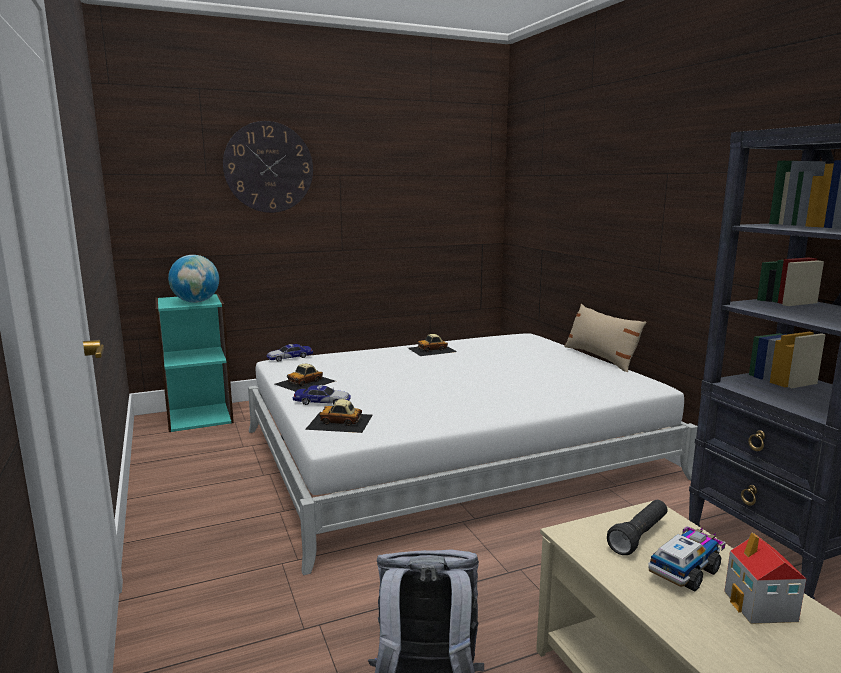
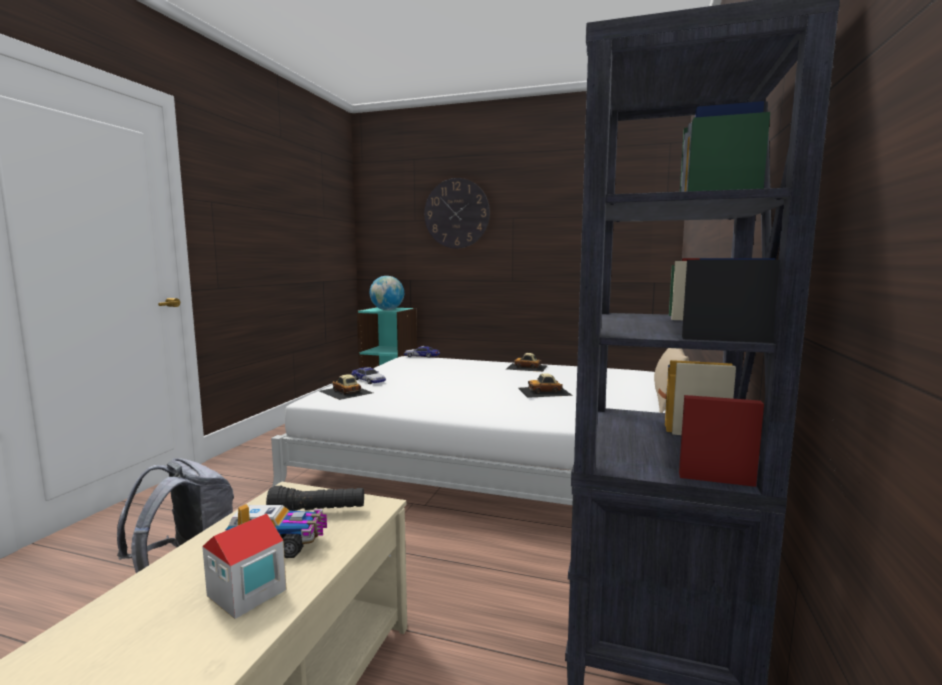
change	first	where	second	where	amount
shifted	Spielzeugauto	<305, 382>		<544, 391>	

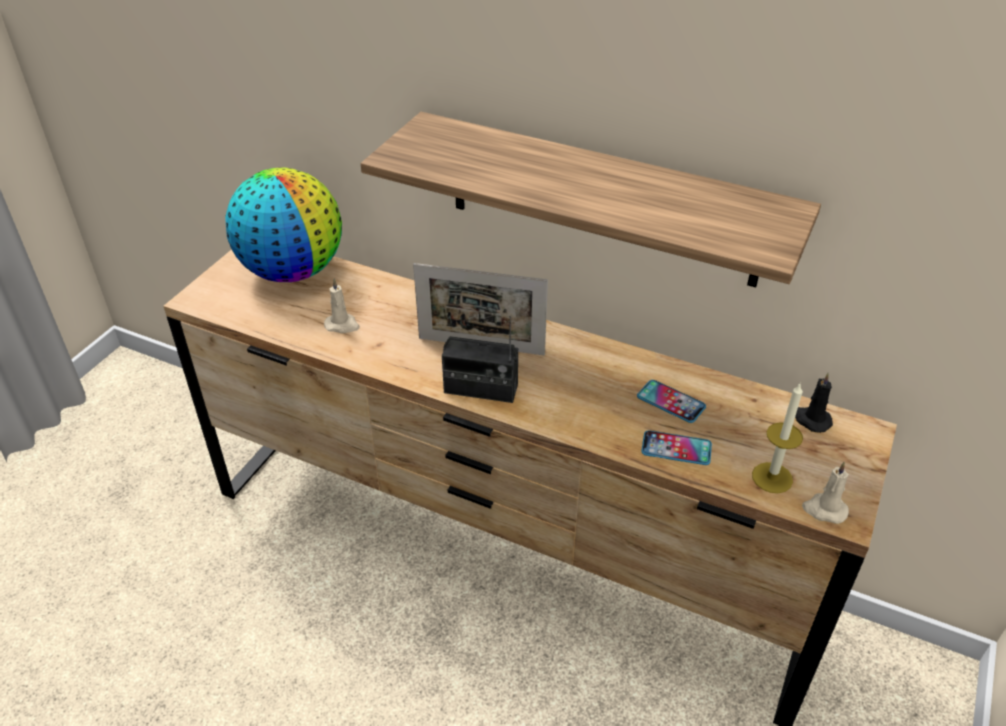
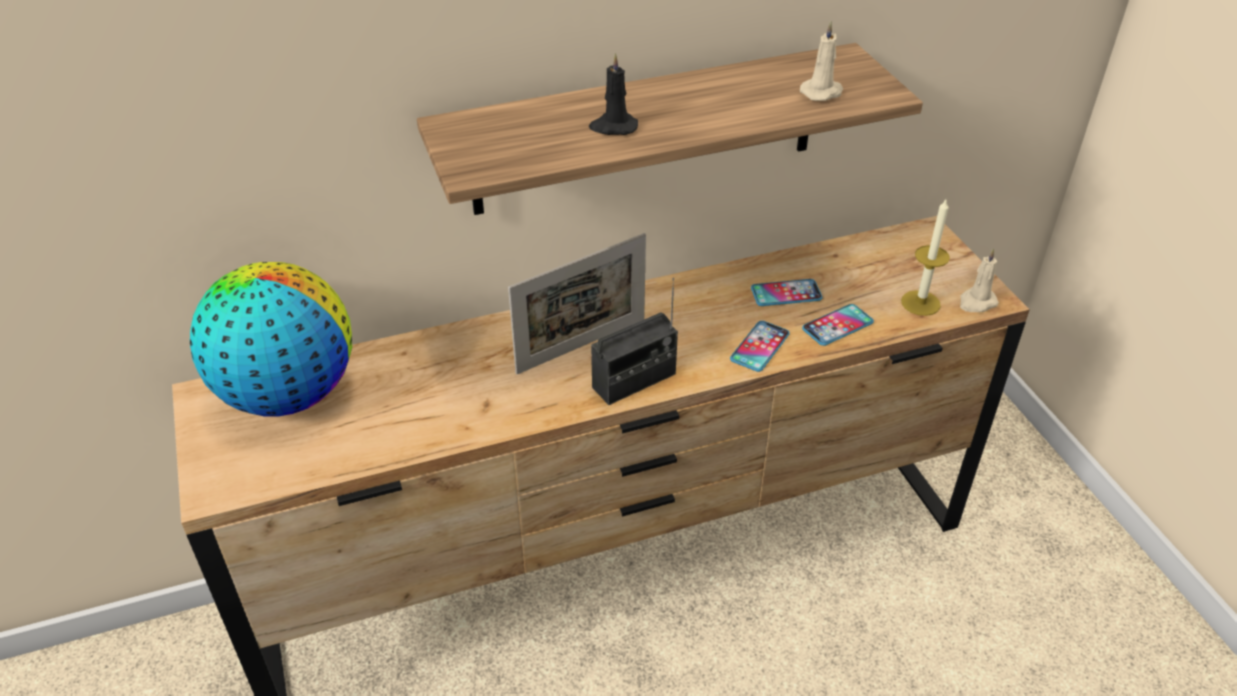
change	first	where	second	where	amount
shifted	Kerze [beige]	<342, 325>		<822, 92>	
shifted	Kerze [schwarz]	<811, 419>		<613, 127>	
new			Handy	<759, 347>	

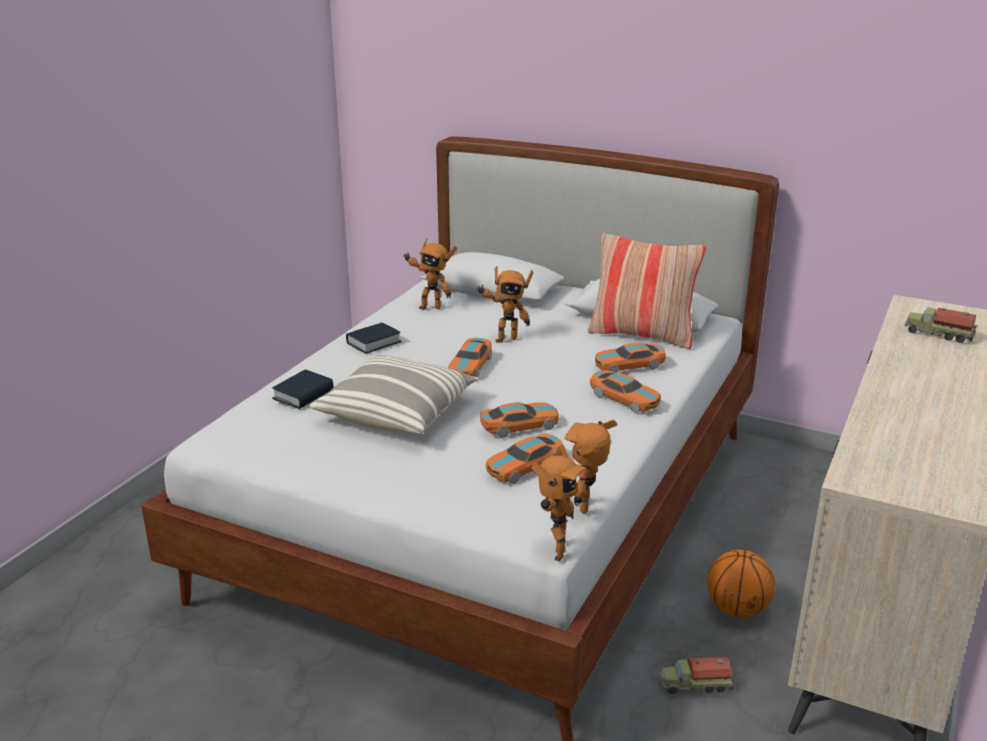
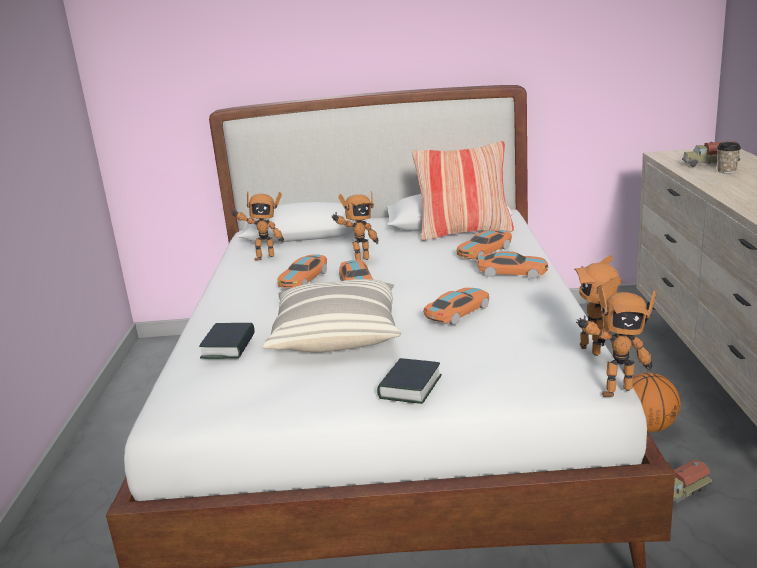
change	first	where	second	where	amount
shifted	Buch	<373, 343>		<410, 387>	
shifted	Spielzeugauto	<524, 466>		<303, 279>	
rotated	Spielzeugroboter	<554, 550>		<614, 390>	90 degrees clockwise
new			Tasse	<726, 171>	

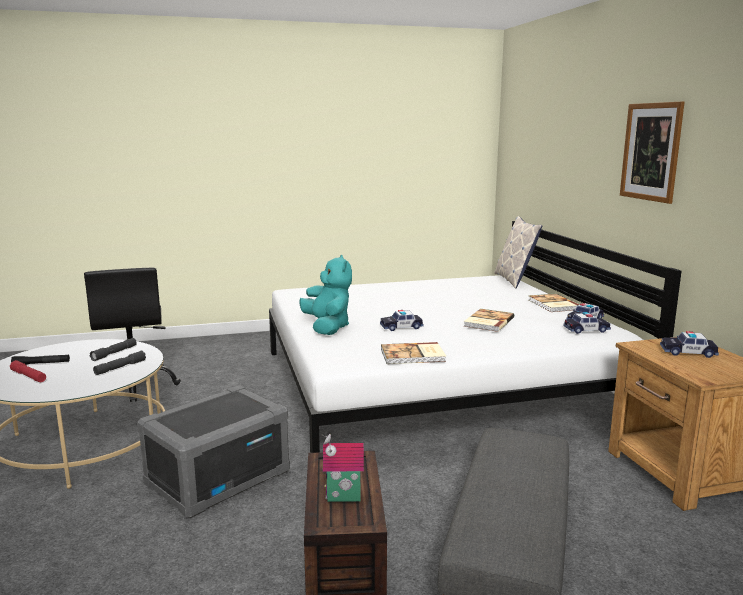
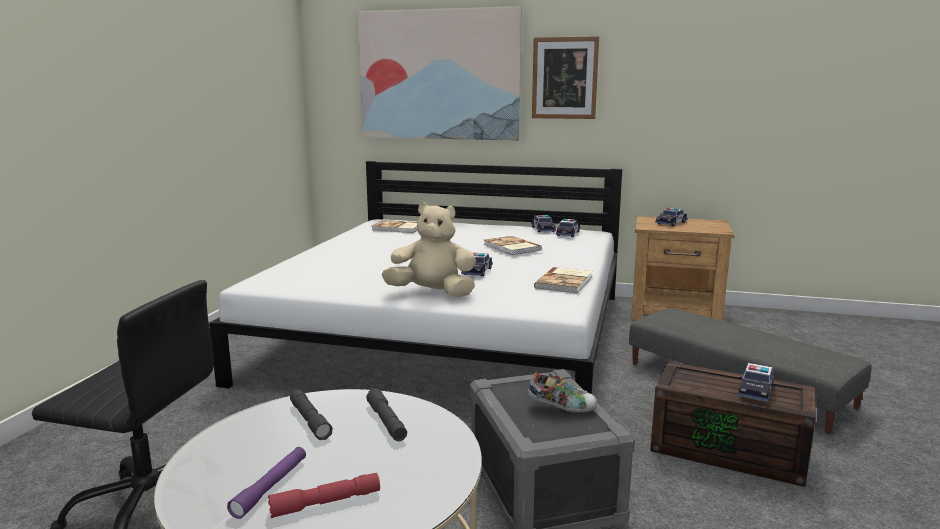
change	first	where	second	where	amount
gone	Kissen	<514, 280>			
repainted	Plüschtier [türkis]	<327, 327>	Plüschtier [beige]	<432, 293>	
shifted	Buch	<553, 305>		<397, 228>	
repainted	Taschenlampe [schwarz]	<41, 364>	Taschenlampe [lila]	<271, 487>	
swapped	Spielzeughaus	<343, 499>	Spielzeugauto	<755, 390>	
new			Bild	<439, 75>	
new			Schuh	<561, 407>	

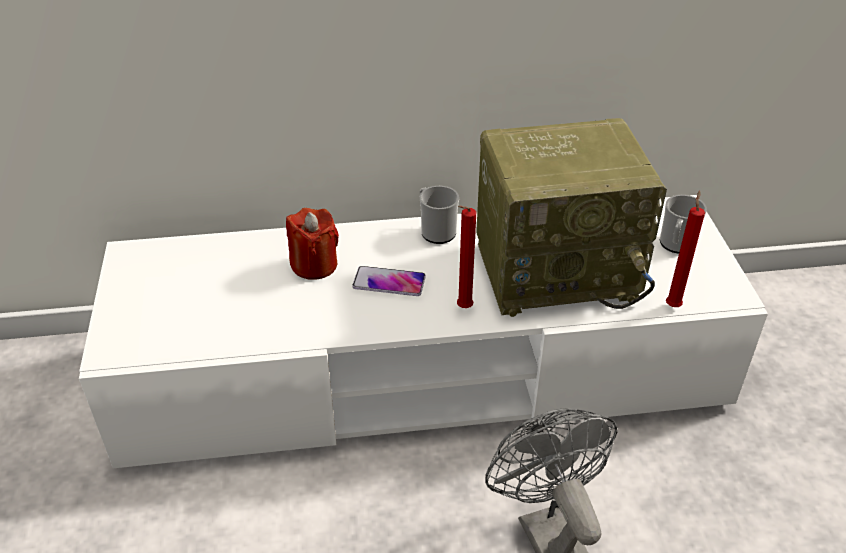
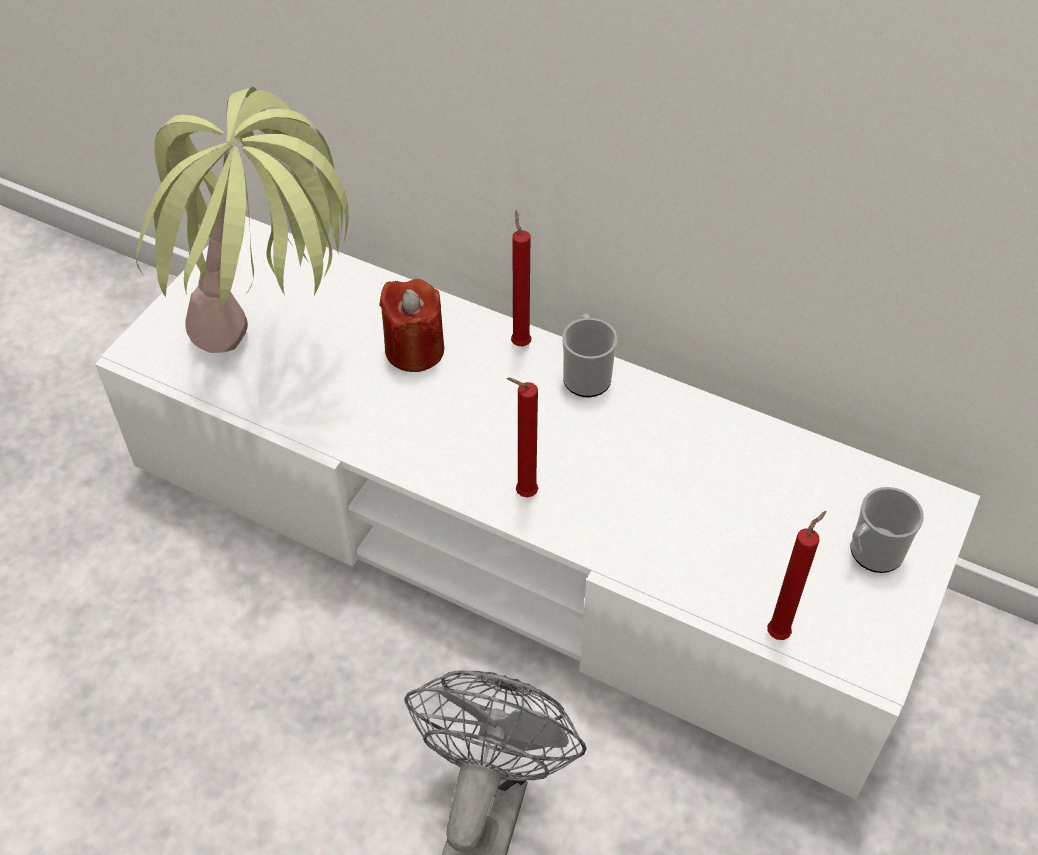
change	first	where	second	where	amount
gone	Radio	<558, 268>			
gone	Handy	<389, 282>			
new			Topfpflanze	<279, 363>	
new			Kerze [rot]	<520, 342>	

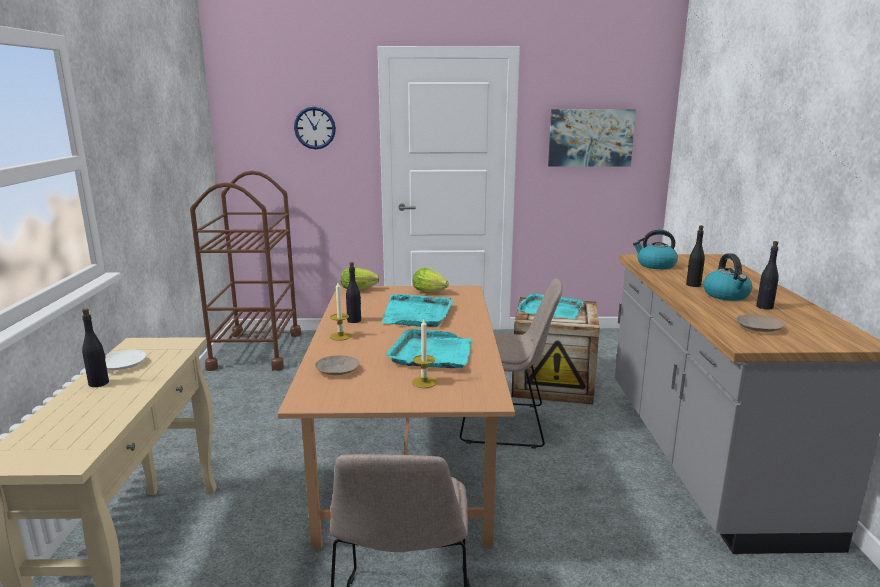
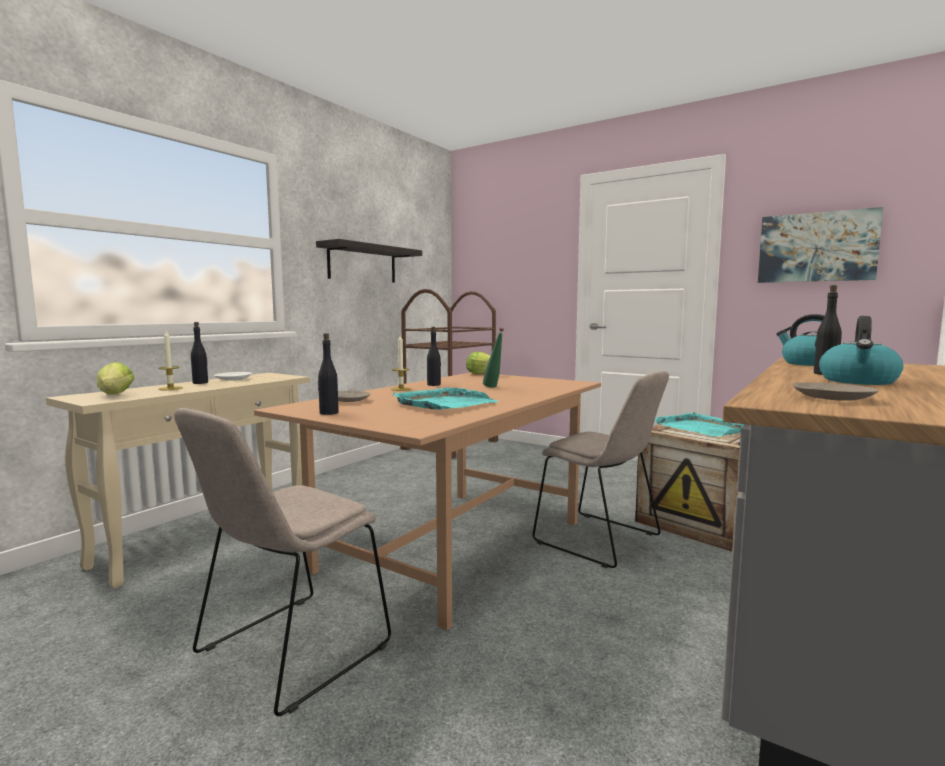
change	first	where	second	where	amount
gone	Wanduhr	<315, 128>			
shifted	Flasche [schwarz]	<764, 307>		<328, 413>	
shifted	Salatkopf	<431, 292>		<115, 395>	
swapped	Tablett [türkis]	<417, 314>	Flasche [grün]	<494, 387>	
shifted	Kerze	<424, 382>		<170, 388>	
new			Wandregal	<362, 263>	

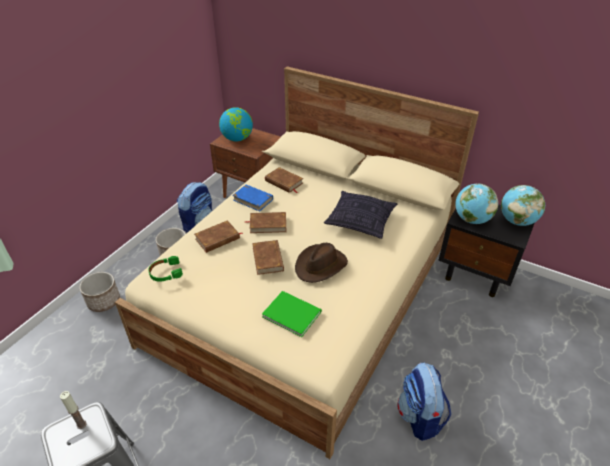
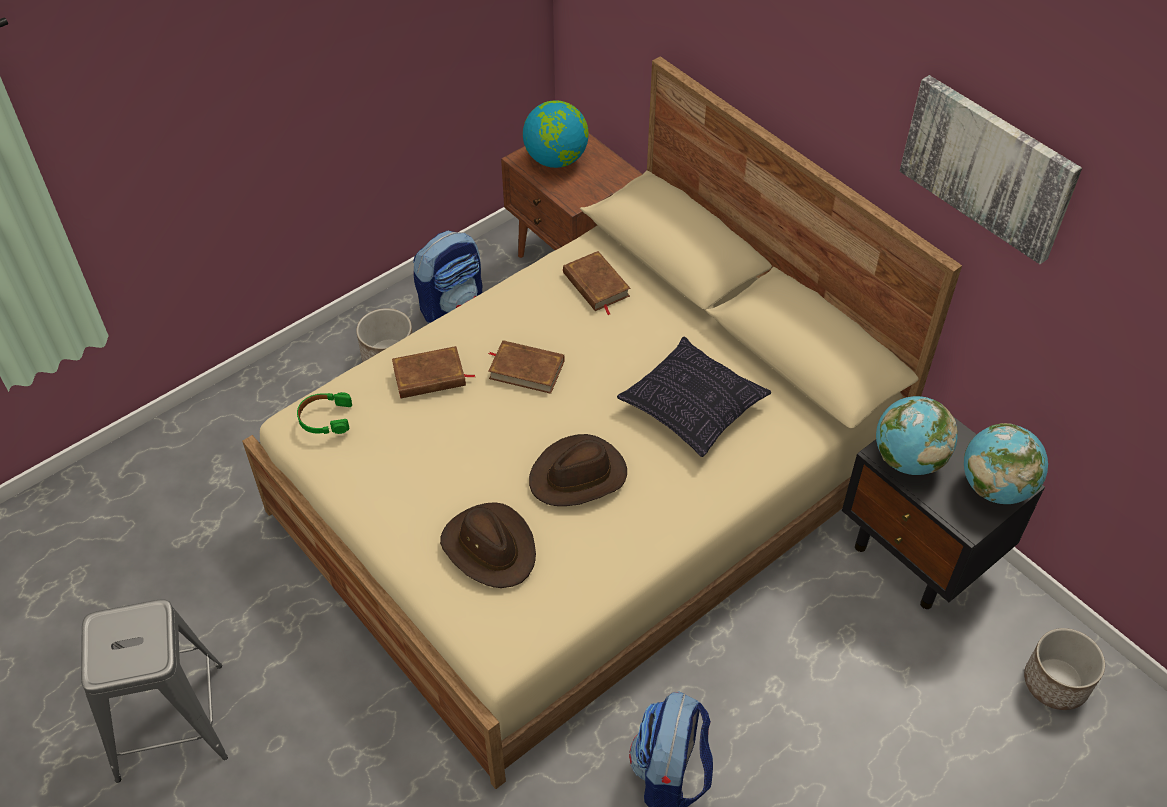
change	first	where	second	where	amount
gone	Buch [blau]	<253, 199>			
gone	Buch [braun]	<268, 259>			
shifted	Pflanzkübel	<103, 301>		<1055, 682>	
swapped	Buch [grün]	<291, 313>	Hut [braun]	<490, 547>	
gone	Kerze	<81, 424>			
new			Bild	<988, 167>	

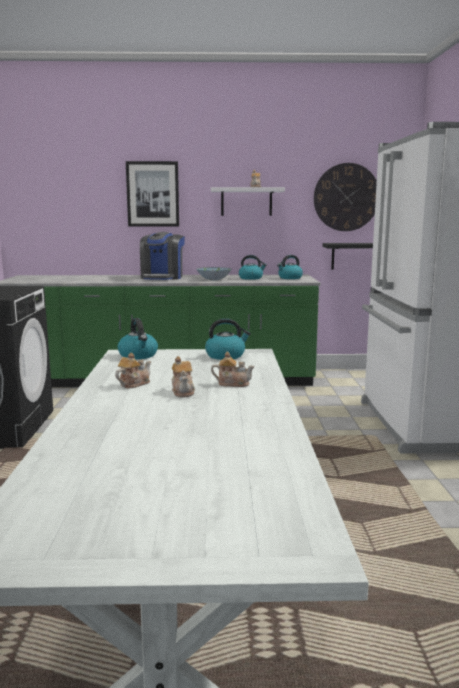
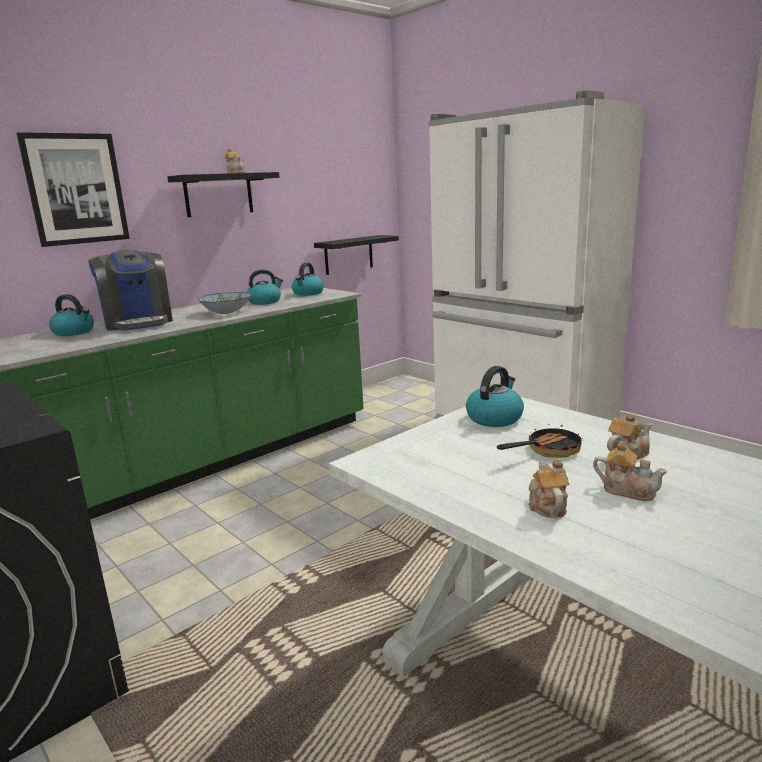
change	first	where	second	where	amount
gone	Wanduhr	<346, 197>			
repainted	Wandregal [weiß]	<246, 202>	Wandregal [schwarz]	<218, 194>	
shifted	Wasserkessel	<138, 355>		<74, 332>	
new			Pfanne	<547, 451>	

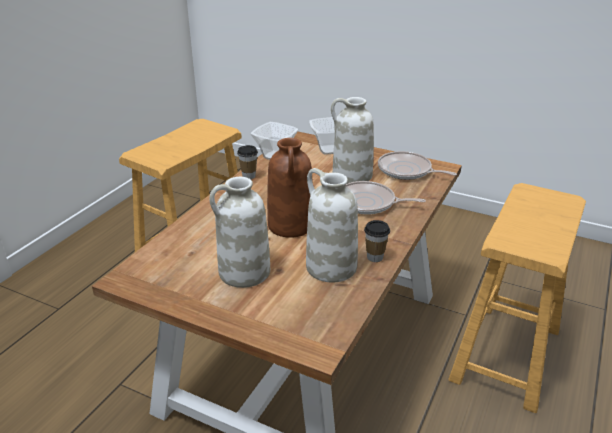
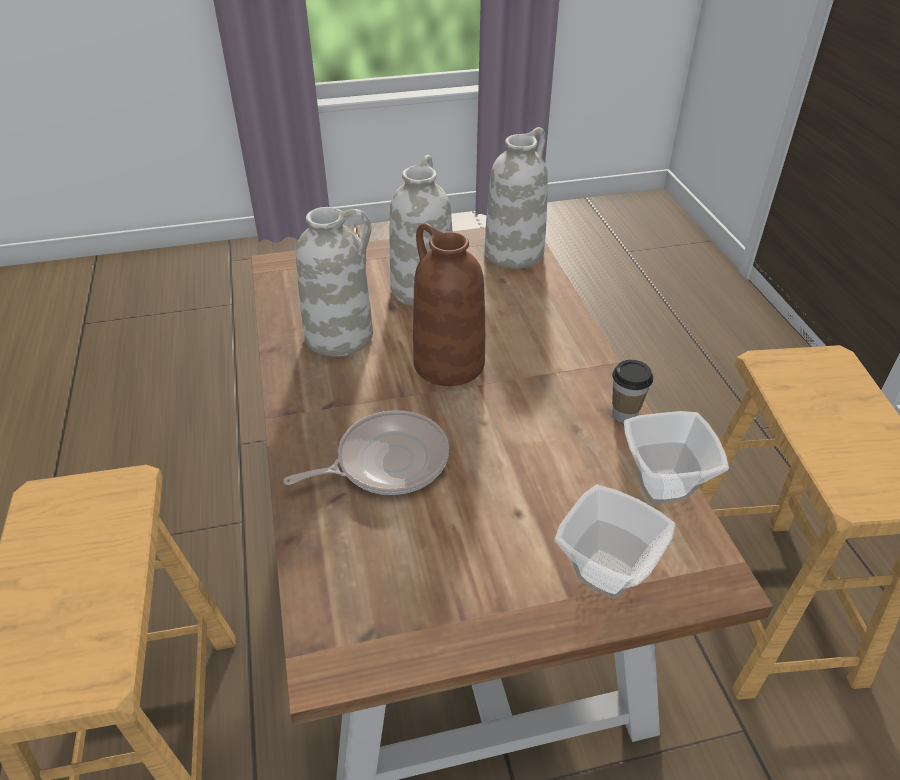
change	first	where	second	where	amount
shifted	Vase [weiß]	<351, 175>		<514, 252>	
gone	Pfanne	<407, 171>			
gone	Tasse	<375, 257>			

